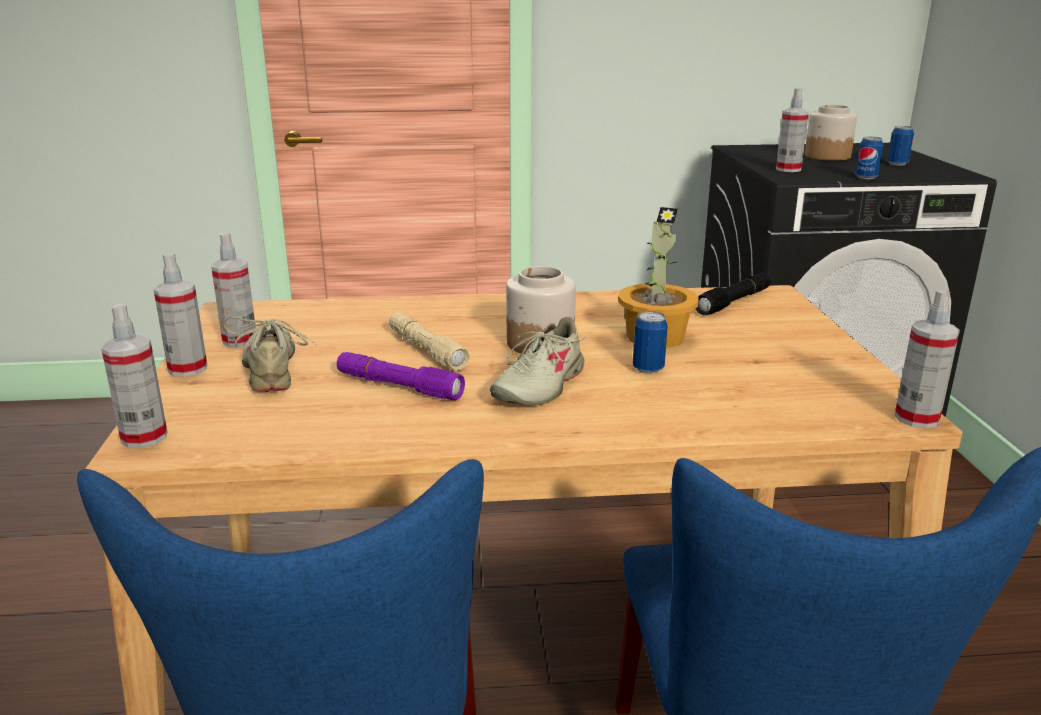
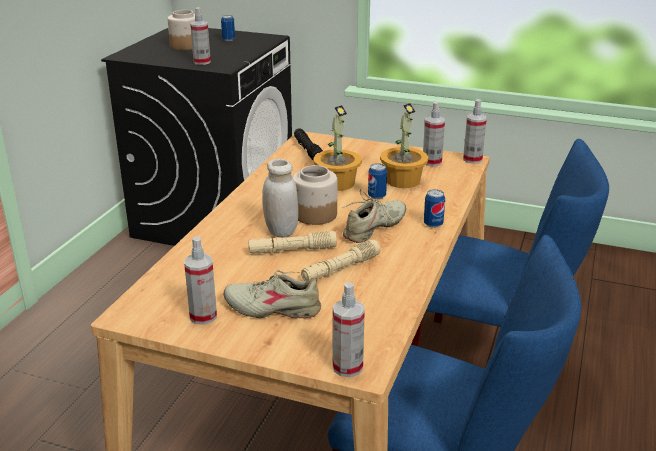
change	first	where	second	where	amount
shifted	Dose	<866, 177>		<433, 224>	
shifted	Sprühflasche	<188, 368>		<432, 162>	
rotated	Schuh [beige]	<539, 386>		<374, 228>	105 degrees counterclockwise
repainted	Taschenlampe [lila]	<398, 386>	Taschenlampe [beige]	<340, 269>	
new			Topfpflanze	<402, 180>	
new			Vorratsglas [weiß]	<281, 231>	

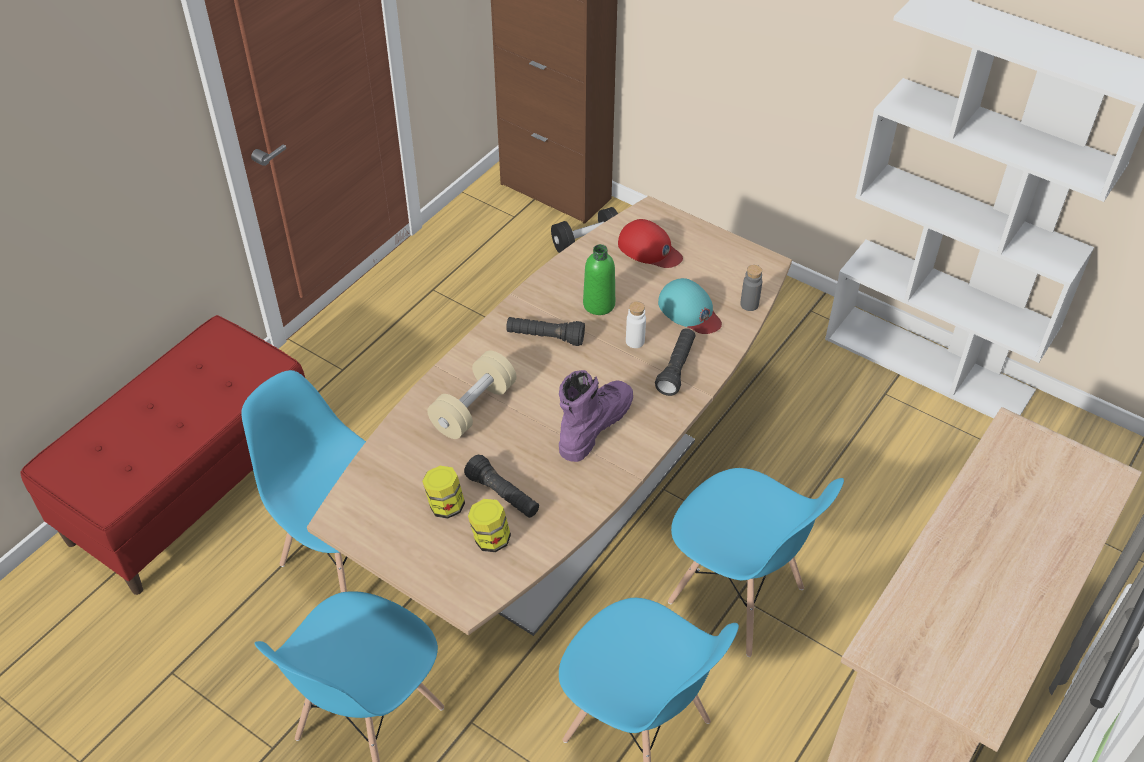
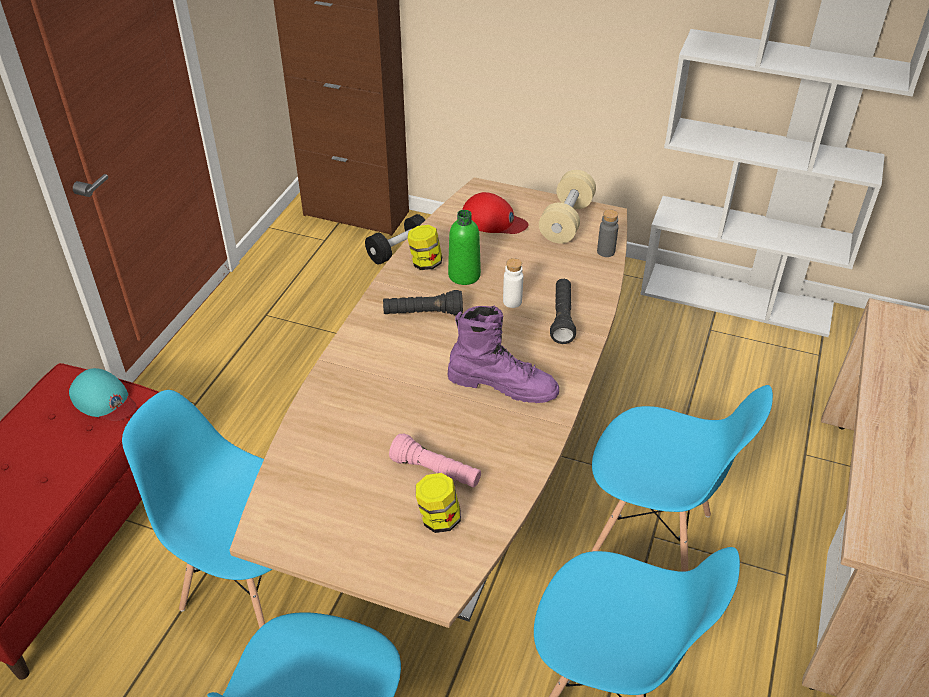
change	first	where	second	where	amount
shifted	Kappe [türkis]	<689, 311>		<104, 400>	
shifted	Hantel [beige]	<473, 408>		<566, 221>	
rotated	Stiefel [lila]	<594, 425>		<503, 385>	90 degrees clockwise
repainted	Taschenlampe [schwarz]	<503, 495>	Taschenlampe [rosa]	<436, 471>	
shifted	Vorratsglas	<445, 506>		<425, 263>	

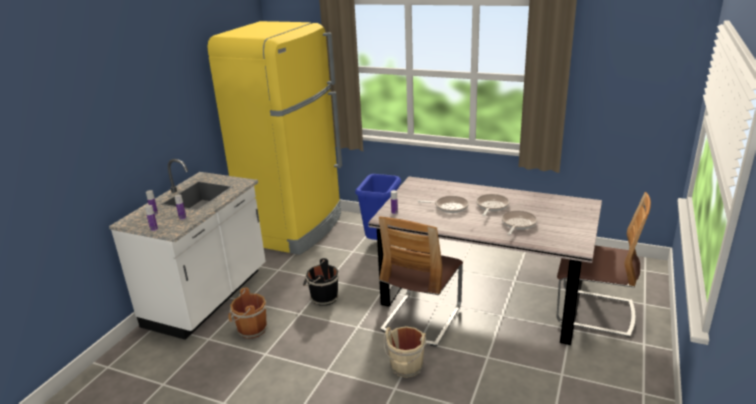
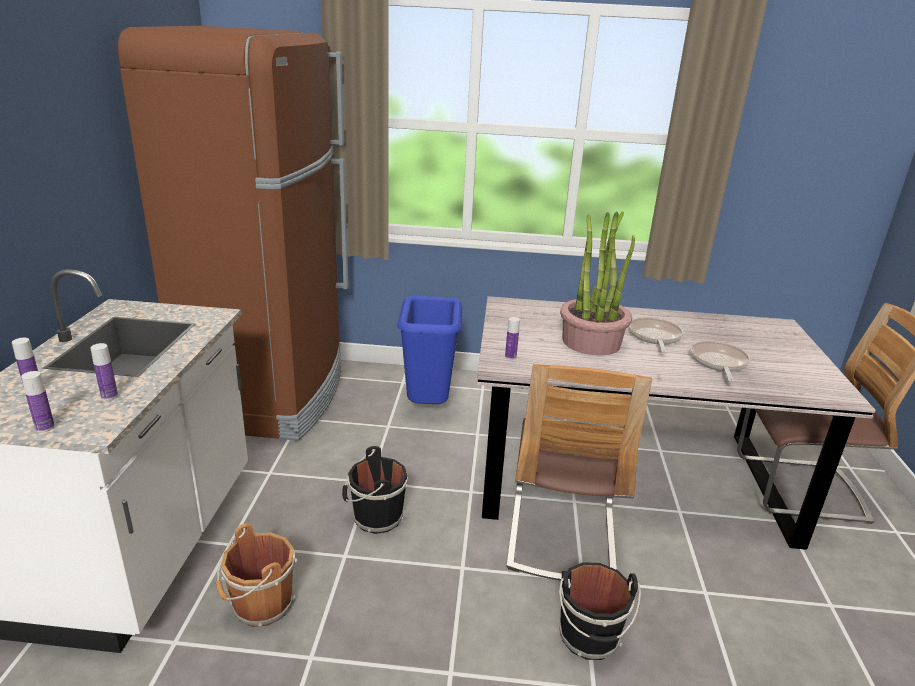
change	first	where	second	where	amount
repainted	Kühlschrank [gelb]	<295, 228>	Kühlschrank [braun]	<271, 394>	
swapped	Pfanne	<449, 207>	Topfpflanze	<591, 341>	
repainted	Eimer [beige]	<406, 367>	Eimer [schwarz]	<589, 638>	

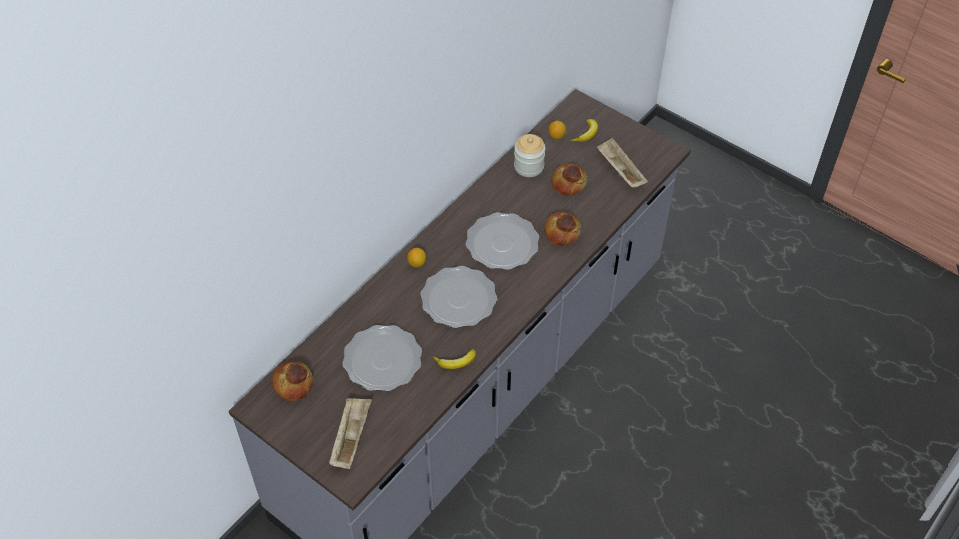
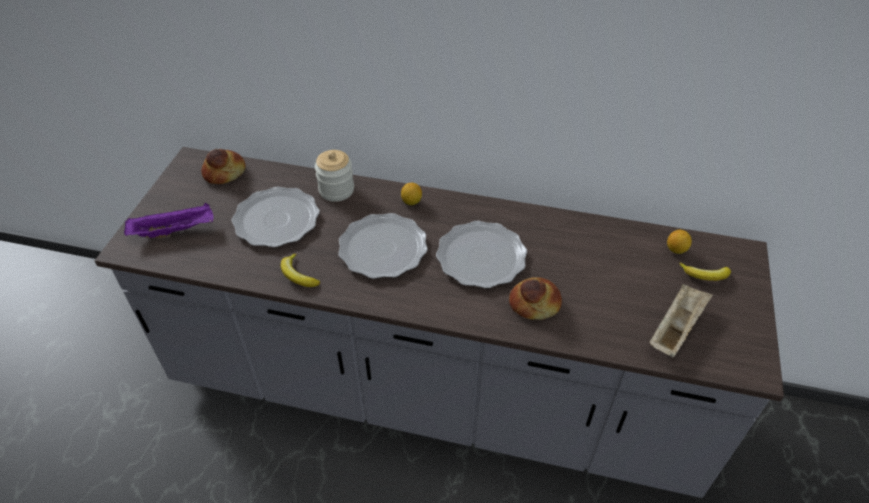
change	first	where	second	where	amount
shifted	Vorratsglas	<529, 166>		<336, 190>	
gone	Brot	<569, 183>			
repainted	Tablett [beige]	<351, 438>	Tablett [lila]	<175, 230>	

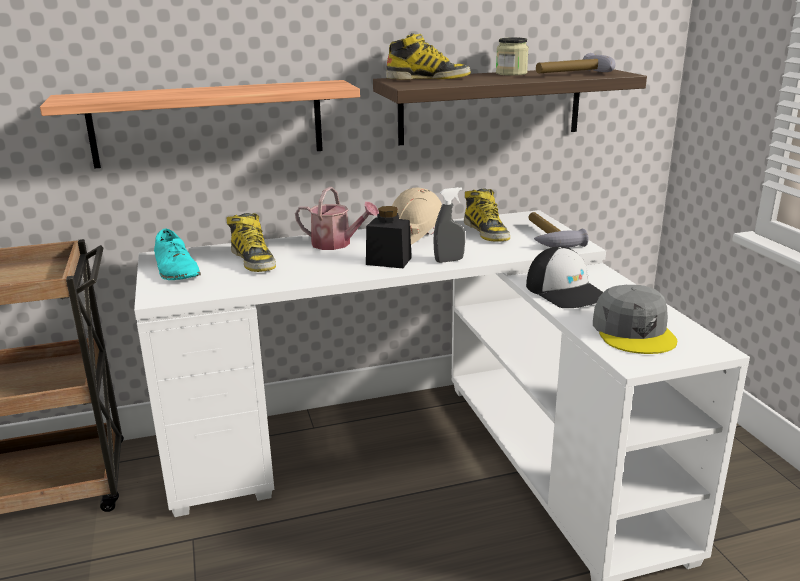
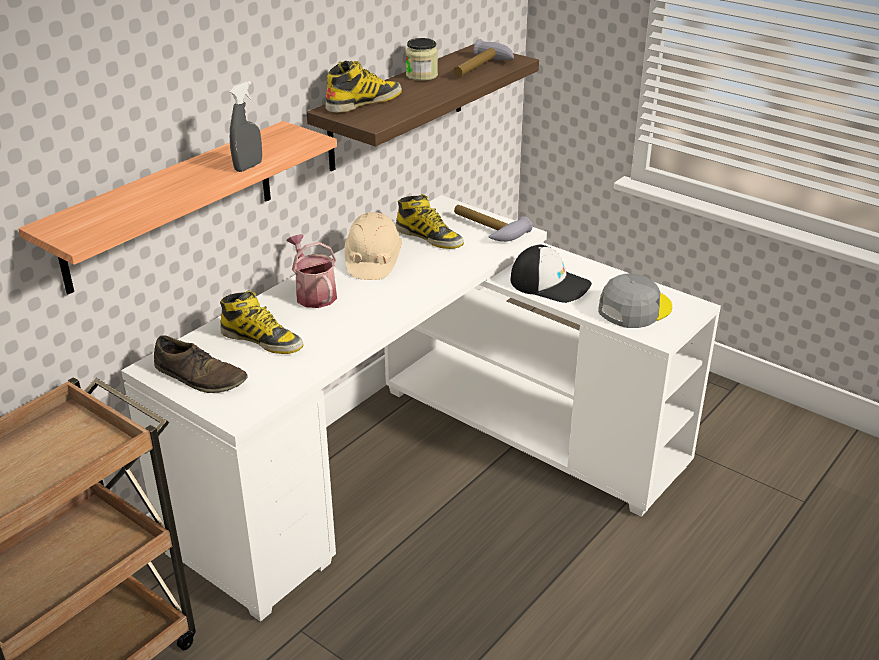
change	first	where	second	where	amount
rotated	Gießkanne	<336, 244>		<313, 294>	105 degrees counterclockwise
shifted	Sprühflasche [grau]	<449, 260>		<248, 167>	
gone	Vorratsglas [schwarz]	<388, 261>			
repainted	Schuh [türkis]	<176, 269>	Schuh [braun]	<200, 377>	
rotated	Kappe [grau]	<633, 331>		<634, 308>	90 degrees counterclockwise

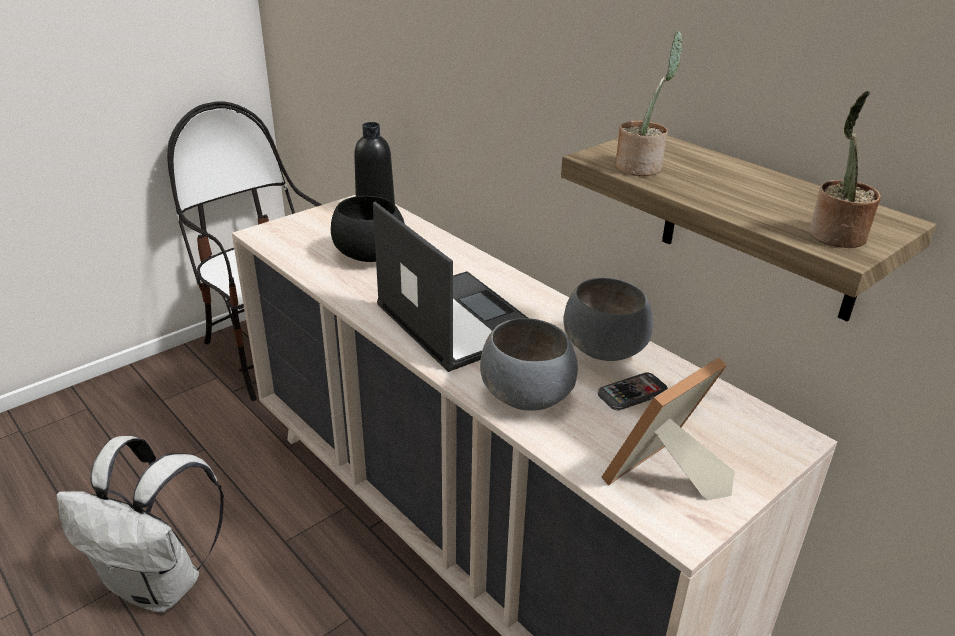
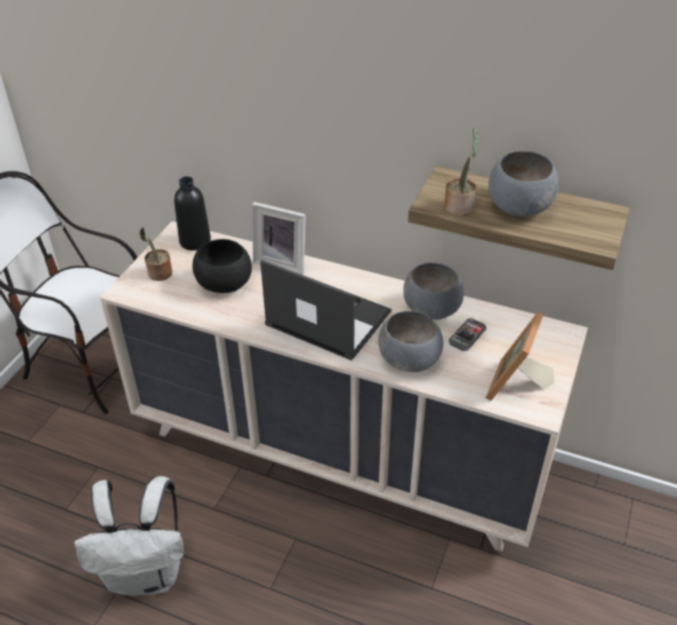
change	first	where	second	where	amount
shifted	Topfpflanze	<835, 236>		<159, 274>	
new			Schüssel [grau]	<518, 207>	
new			Bilderrahmen	<282, 263>	

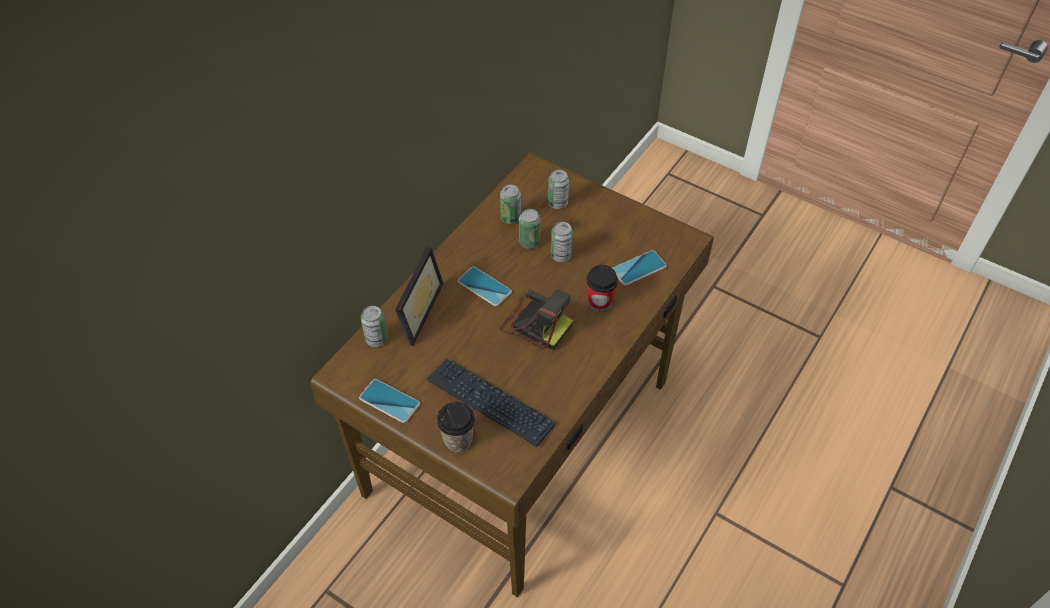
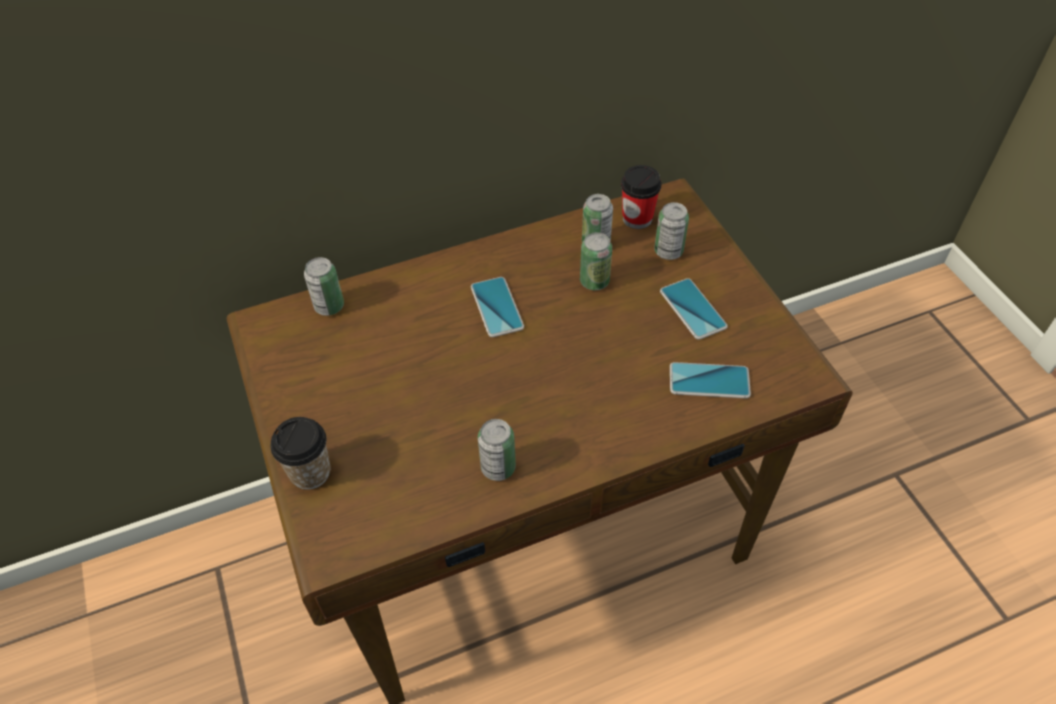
change	first	where	second	where	amount
shifted	Dose	<561, 255>		<498, 467>	
gone	Bilderrahmen	<414, 310>			
shifted	Tasse	<599, 302>		<637, 218>	
gone	Kamera	<535, 323>			
gone	Tastatur	<490, 403>			
shifted	Handy	<389, 401>		<692, 309>	

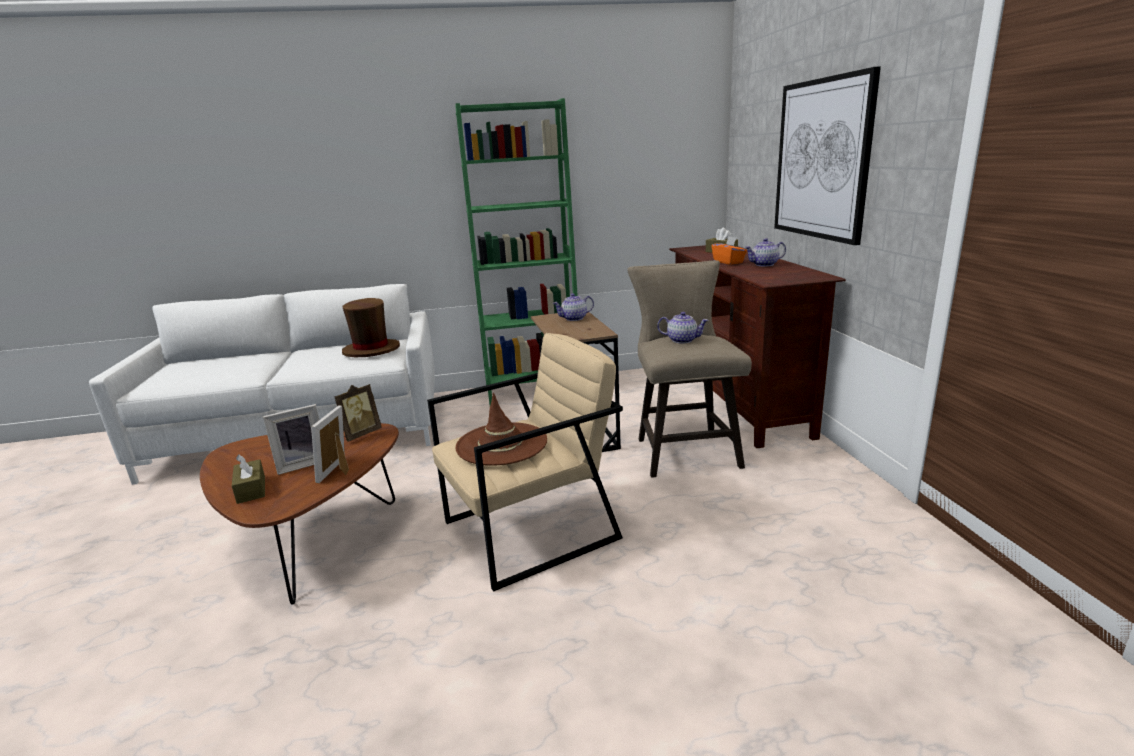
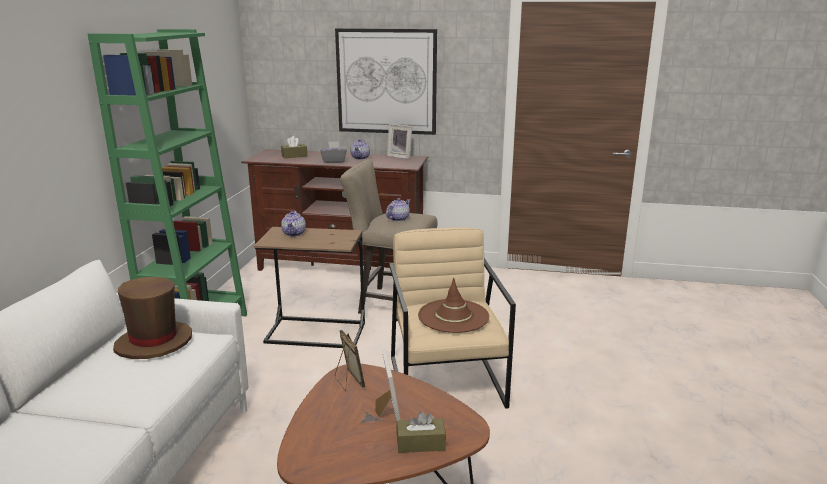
change	first	where	second	where	amount
repainted	Taschentuchbox [orange]	<728, 262>	Taschentuchbox [grau]	<334, 161>	
shifted	Bilderrahmen	<339, 470>		<400, 156>	

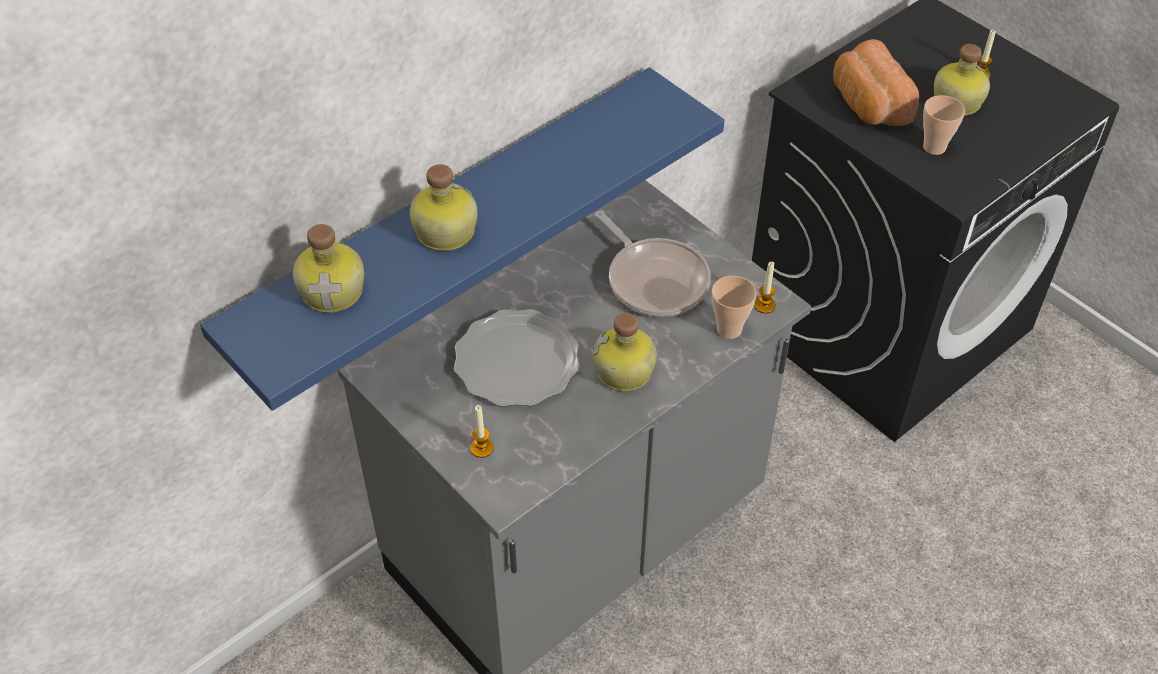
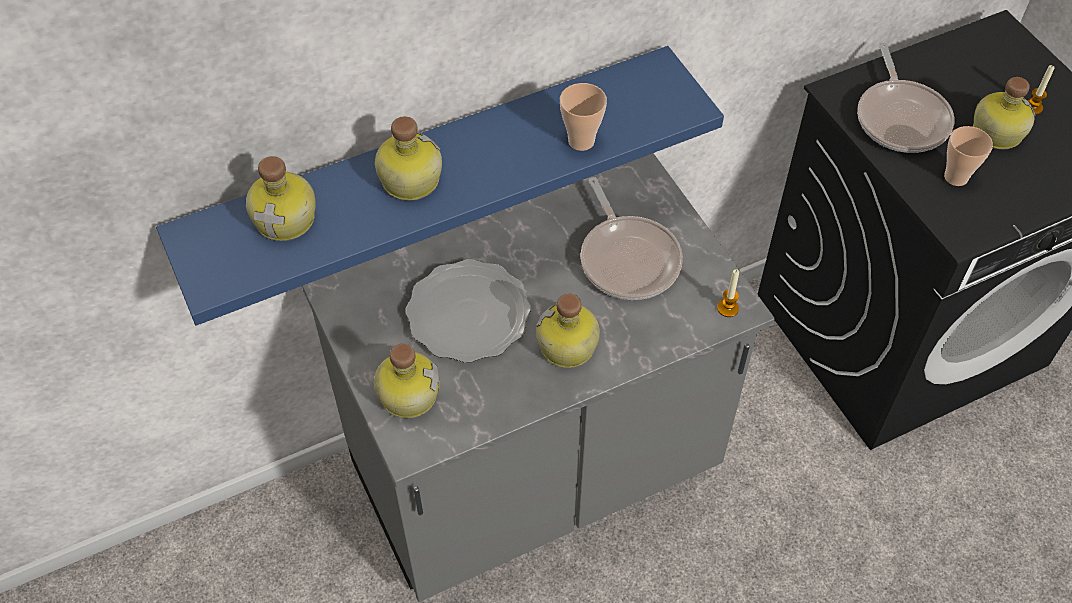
change	first	where	second	where	amount
swapped	Brot	<867, 104>	Pfanne	<901, 118>	
shifted	Tasse	<729, 329>		<581, 141>	
swapped	Kerze	<482, 448>	Flasche	<407, 393>	

